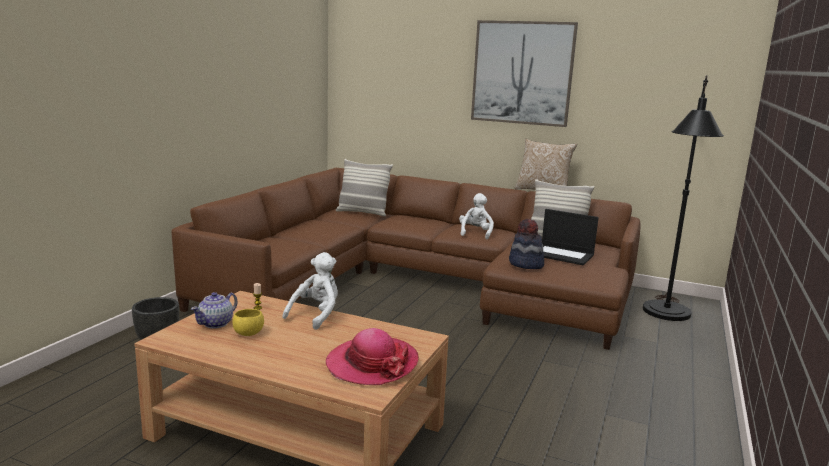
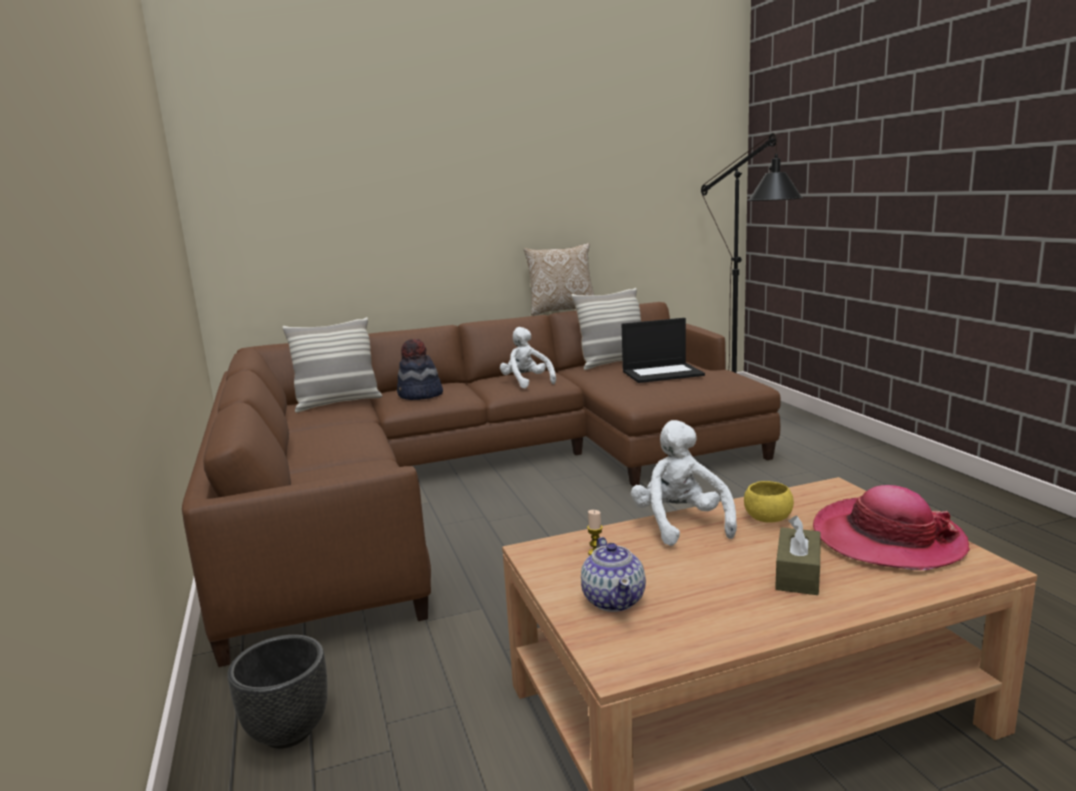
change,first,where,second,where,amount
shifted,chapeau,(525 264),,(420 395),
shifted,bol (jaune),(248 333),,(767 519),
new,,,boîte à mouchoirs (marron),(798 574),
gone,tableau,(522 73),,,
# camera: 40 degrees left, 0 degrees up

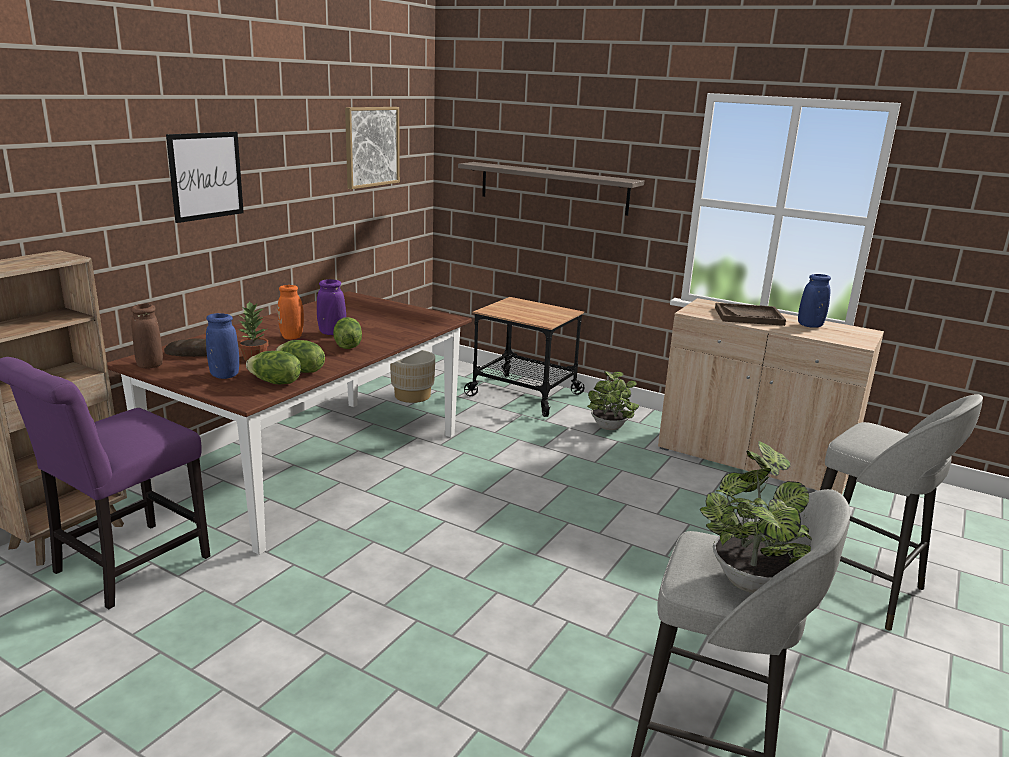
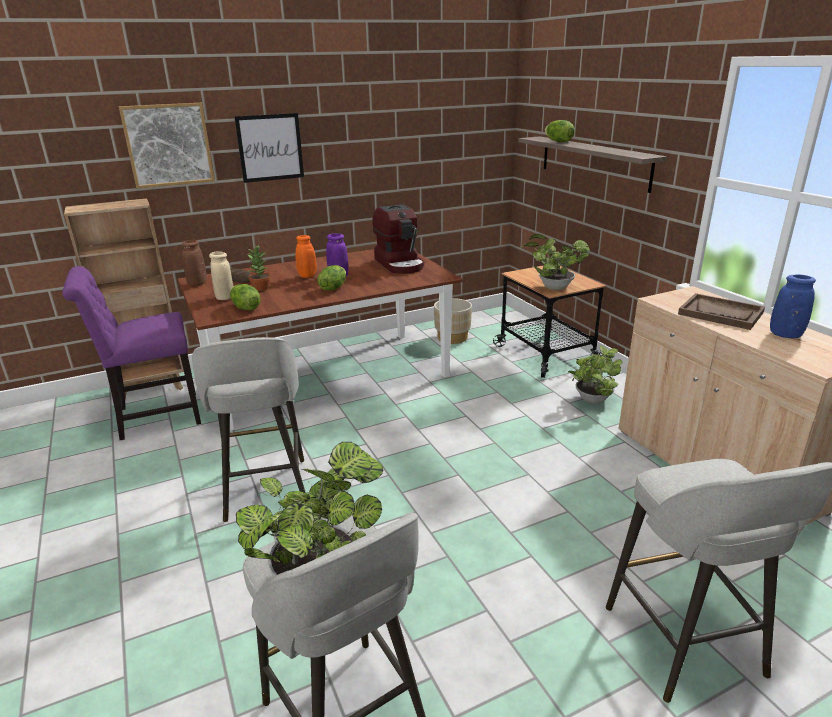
change,first,where,second,where,amount
shifted,tableau,(371 146),,(168 145),
new,,,tabouret (gris),(266 491),
repainted,vase (bleu),(224 375),vase (beige),(225 298),
new,,,machine à café,(400 264),
new,,,plante en pot,(552 287),
shifted,laitue,(301 370),,(558 142),
# camera: 35 degrees right, 5 degrees up

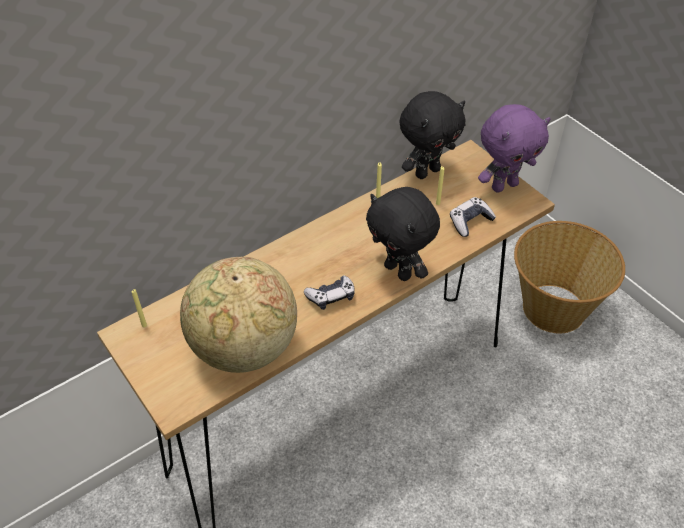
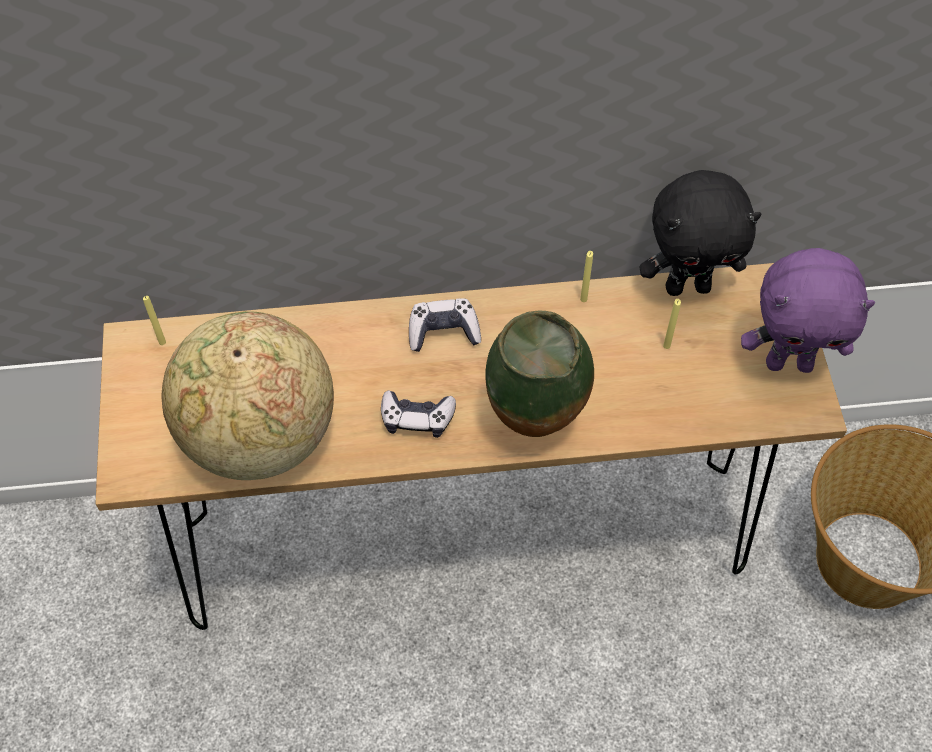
change,first,where,second,where,amount
shifted,manette,(470 221),,(443 331),
swapped,peluche (noir),(399 271),vase,(535 426),
# camera: 30 degrees right, 10 degrees up

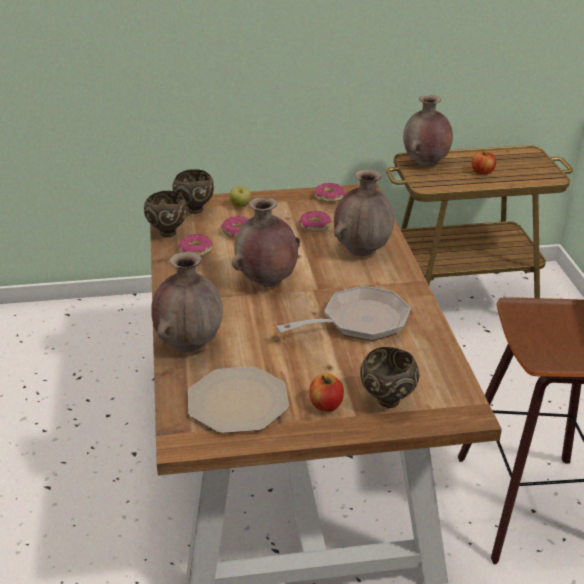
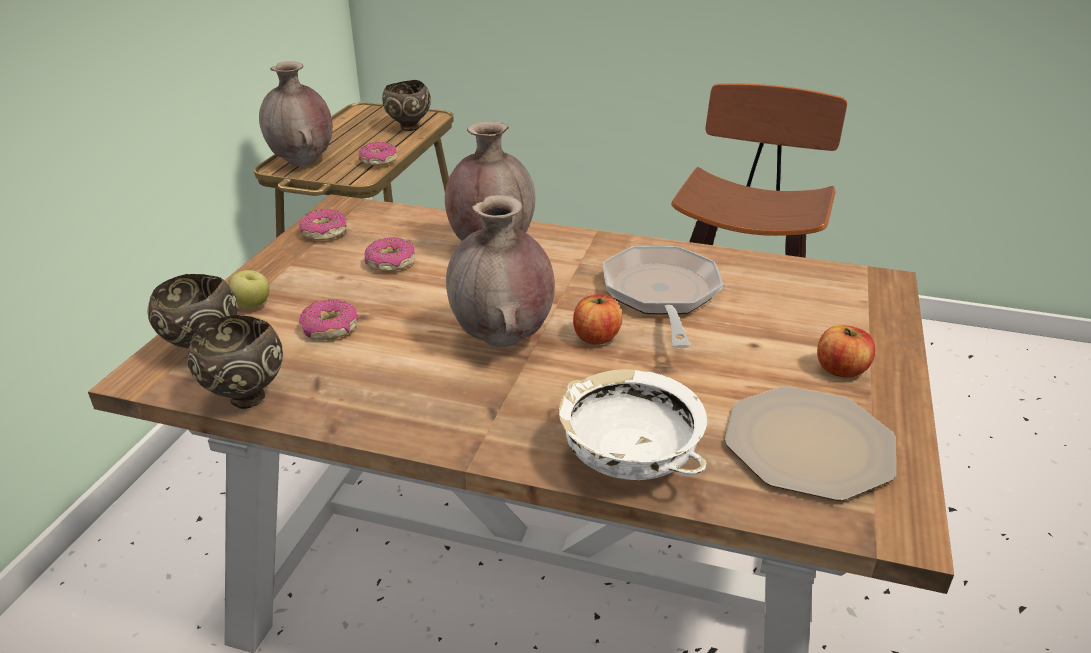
change,first,where,second,where,amount
shifted,beignet,(196 250),,(378 161),
shifted,bol (marron),(386 401),,(408 128),
swapped,vase (marron),(189 344),bol (blanc),(628 457),
shifted,pomme,(482 172),,(596 337),
# camera: 65 degrees left, 0 degrees up

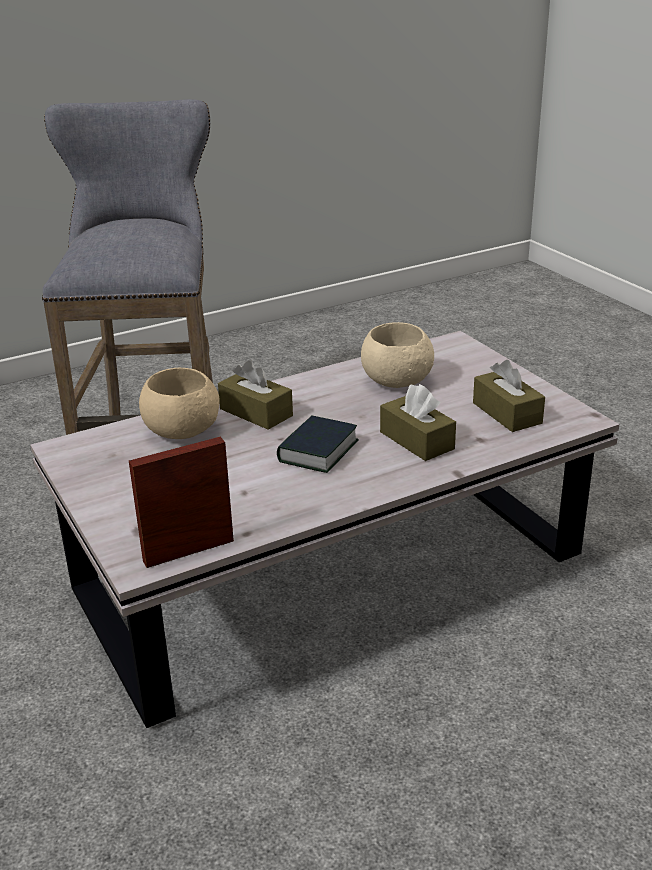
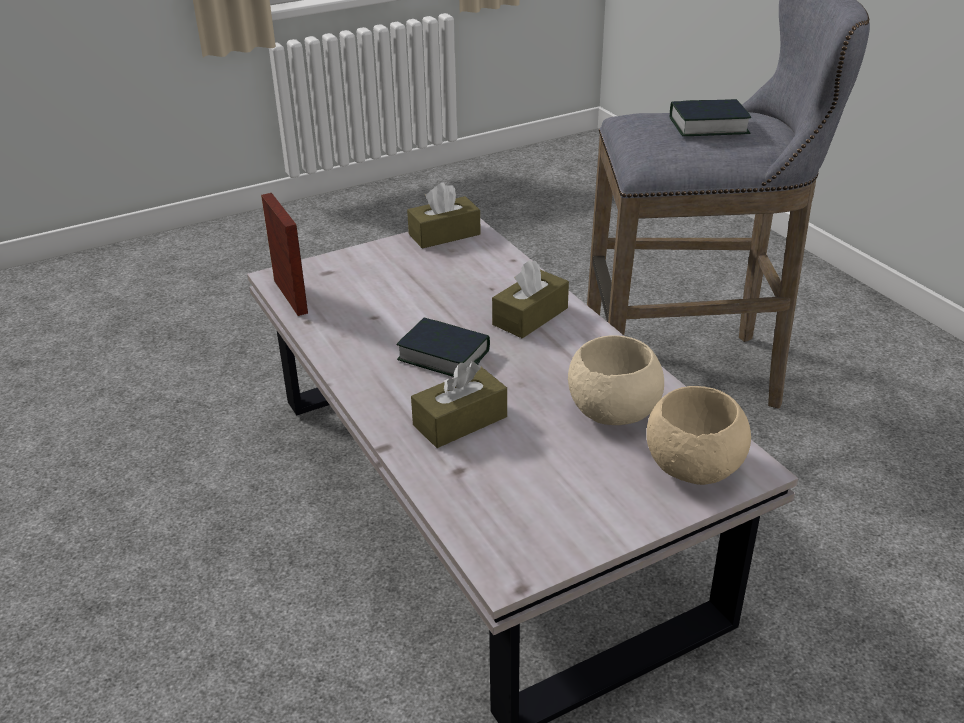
change,first,where,second,where,amount
shifted,boîte à mouchoirs (marron),(507 413),,(444 234),
shifted,bol (beige),(181 432),,(691 466),
new,,,livre,(708 126),
# camera: 90 degrees right, 5 degrees up

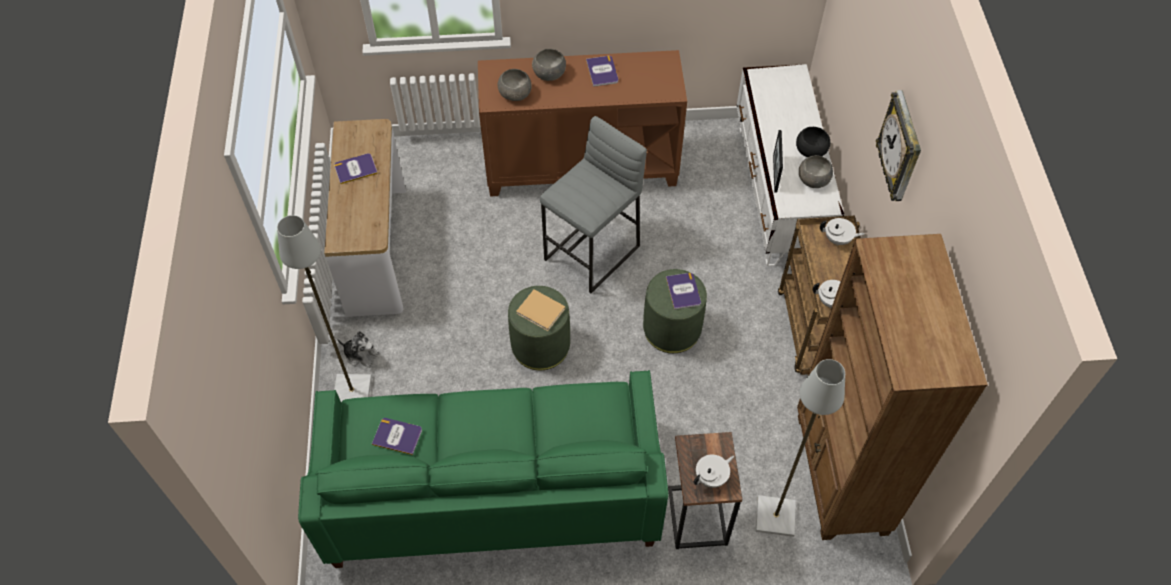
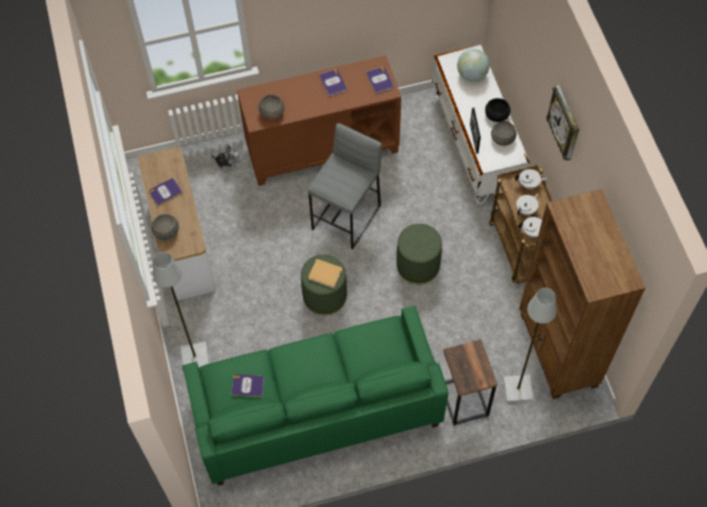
change,first,where,second,where,amount
shifted,bol (gris),(549 73),,(166 232),
shifted,peluche,(361 355),,(228 163),
shifted,livre,(683 291),,(379 80),
new,,,globe,(472 75),
shifted,théière (blanc),(712 477),,(526 210),
# camera: 10 degrees left, 5 degrees up

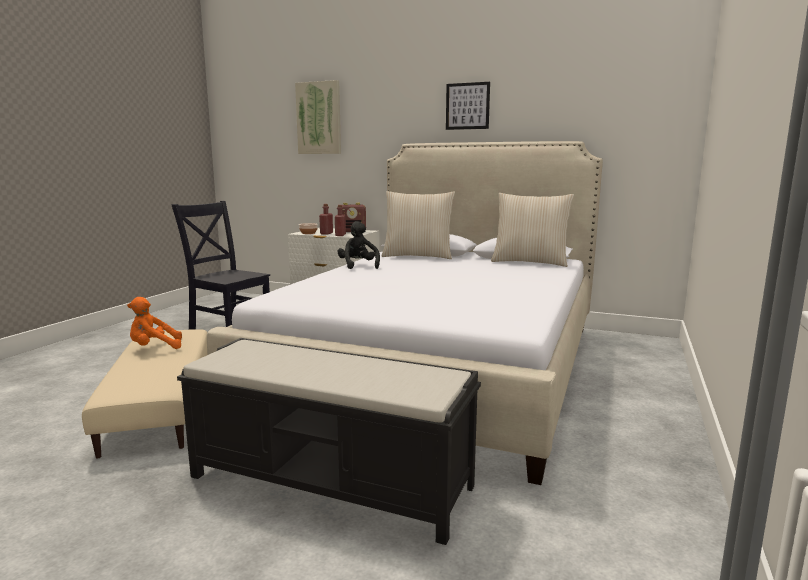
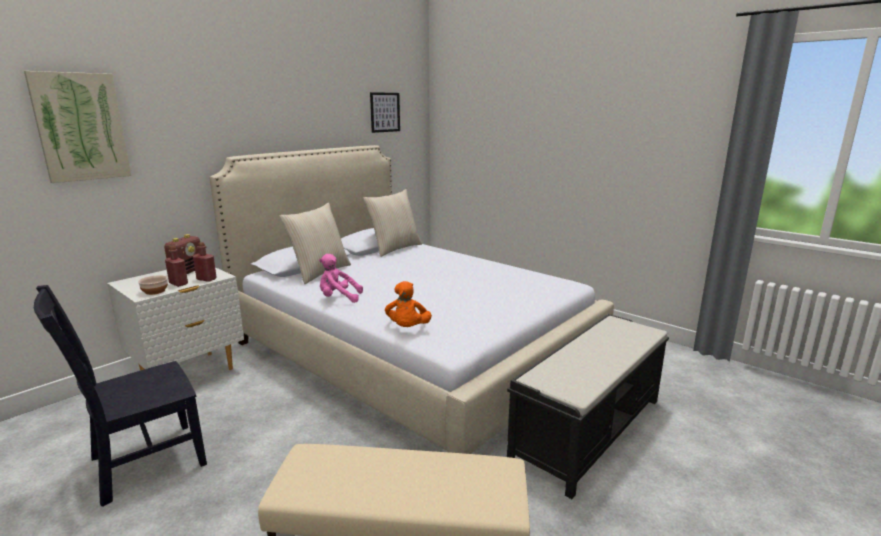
change,first,where,second,where,amount
repainted,peluche (noir),(358 266),peluche (rose),(338 298),
shifted,tableau,(467 106),,(385 112),
shifted,peluche (orange),(154 348),,(407 328),
# camera: 70 degrees left, 5 degrees up

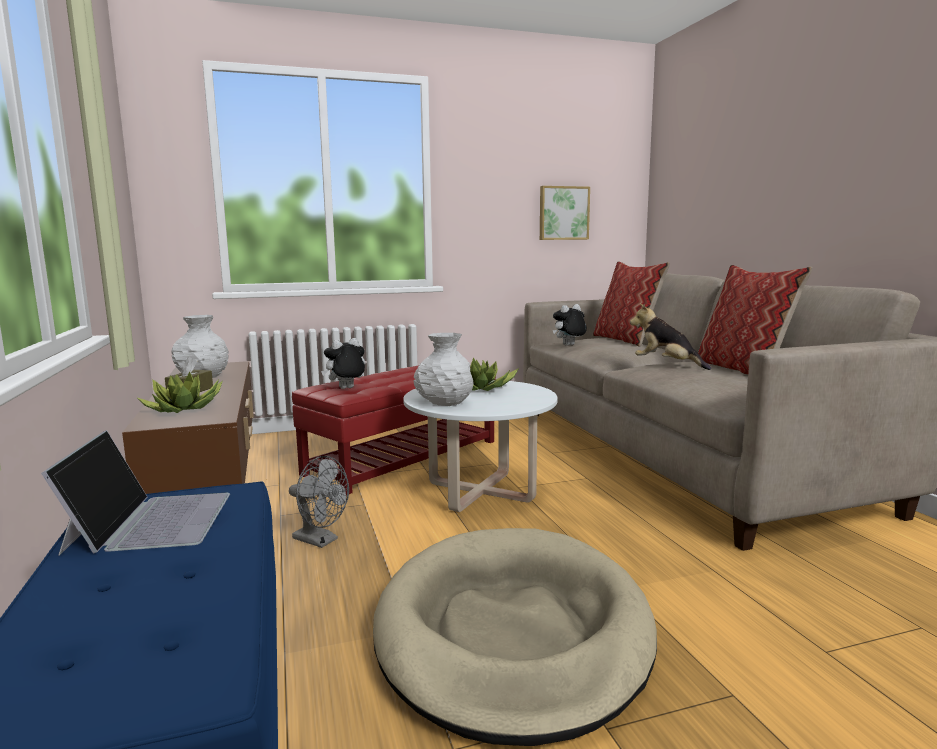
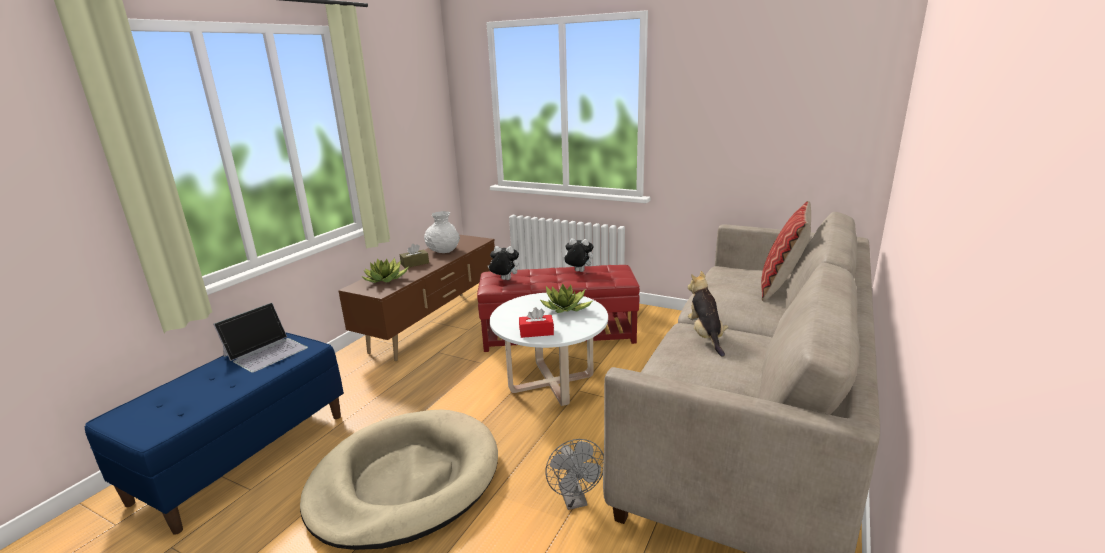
change,first,where,second,where,amount
new,,,boîte à mouchoirs (rouge),(536 332),
shifted,ventilateur (gris),(321 540),,(575 500),
shifted,peluche,(569 345),,(578 272),
gone,vase (blanc),(443 402),,,
gone,tableau,(563 213),,,
gone,coussin,(743 370),,,
# camera: 45 degrees right, 10 degrees up

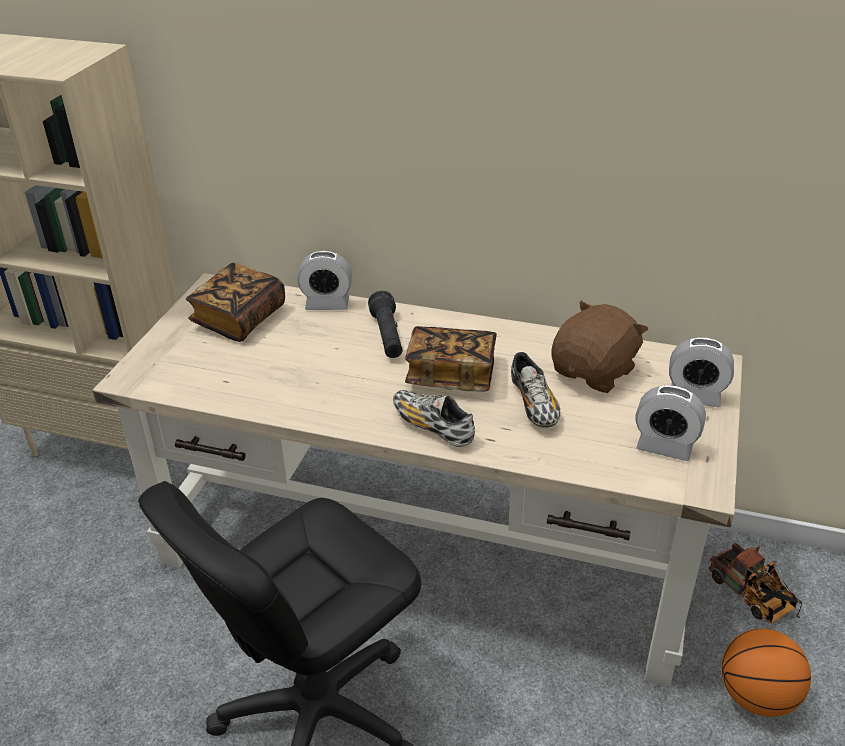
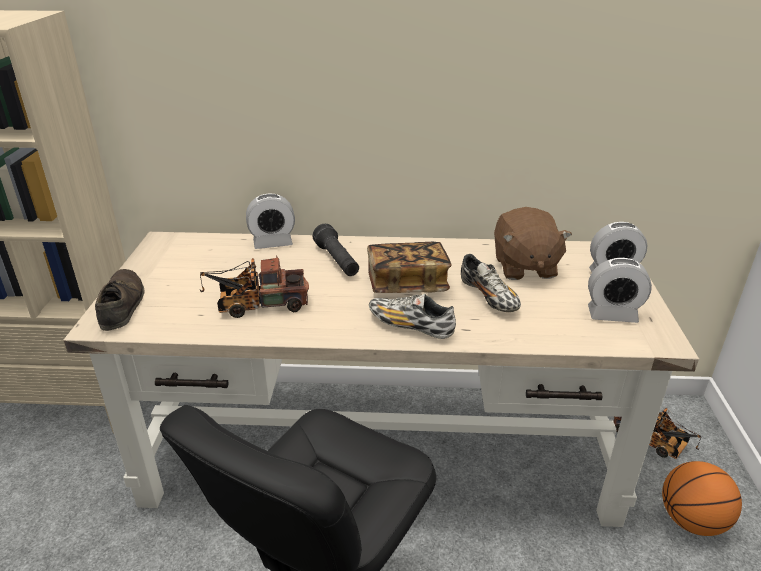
change,first,where,second,where,amount
new,,,chaussure (marron),(121 305),
new,,,camion jouet,(257 305),
rotated,peluche (marron),(595 372),,(524 267),150 degrees clockwise
gone,livre,(239 318),,,
# camera: 15 degrees left, 5 degrees down

